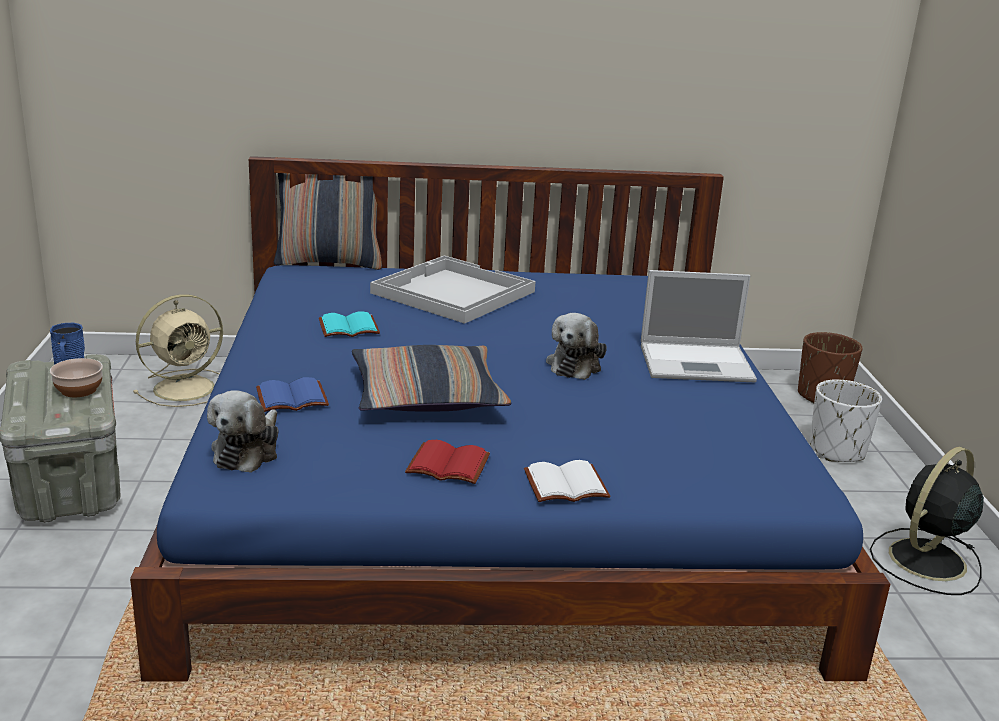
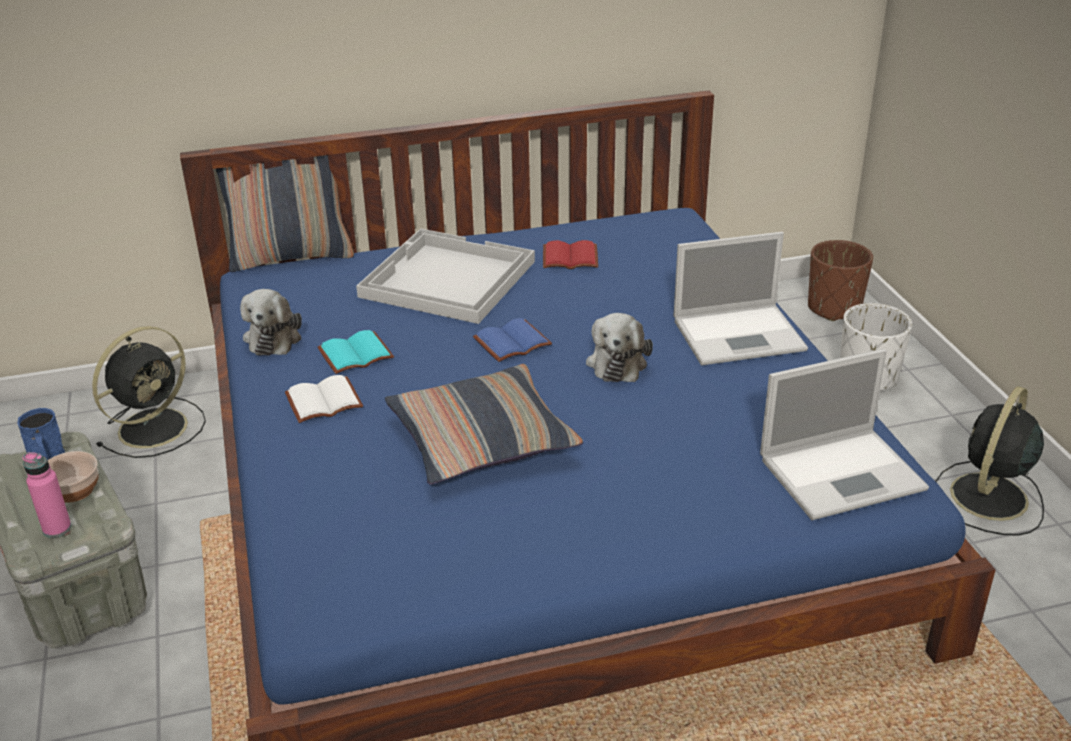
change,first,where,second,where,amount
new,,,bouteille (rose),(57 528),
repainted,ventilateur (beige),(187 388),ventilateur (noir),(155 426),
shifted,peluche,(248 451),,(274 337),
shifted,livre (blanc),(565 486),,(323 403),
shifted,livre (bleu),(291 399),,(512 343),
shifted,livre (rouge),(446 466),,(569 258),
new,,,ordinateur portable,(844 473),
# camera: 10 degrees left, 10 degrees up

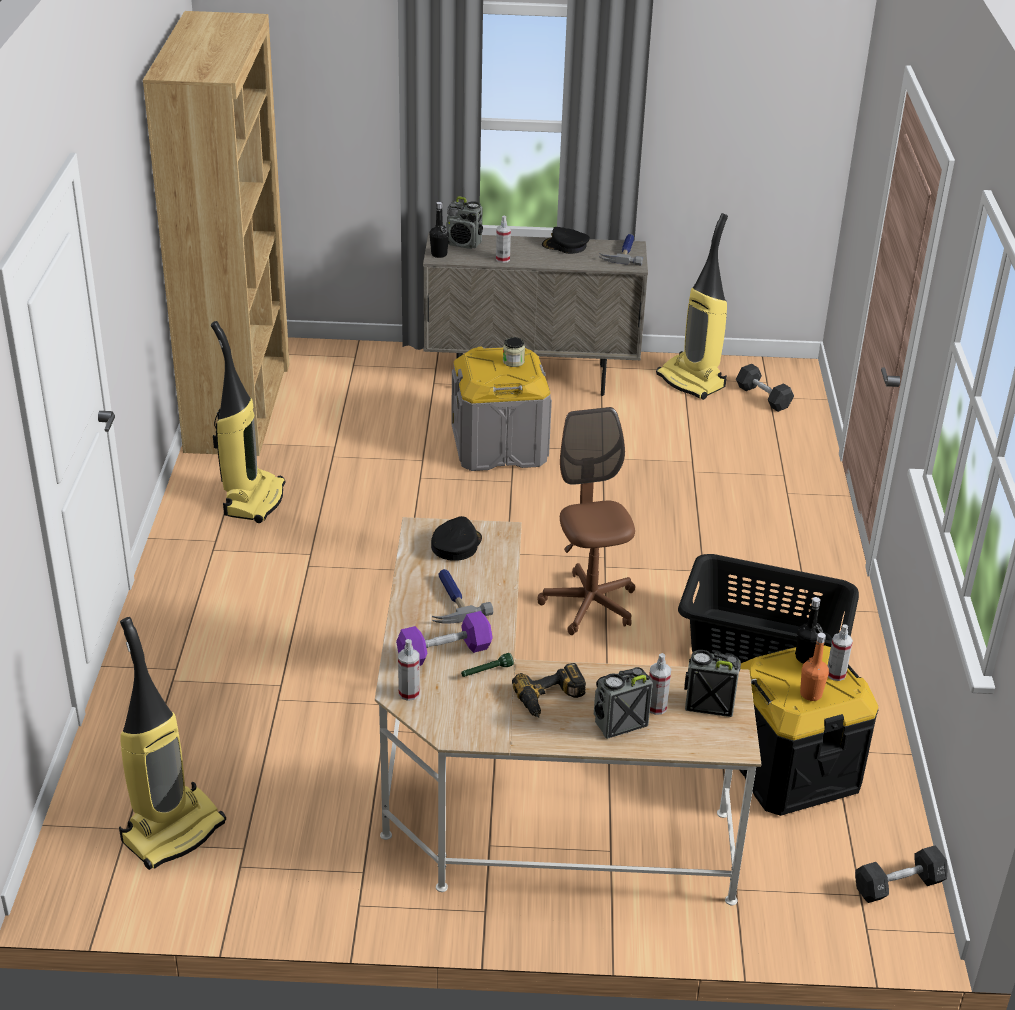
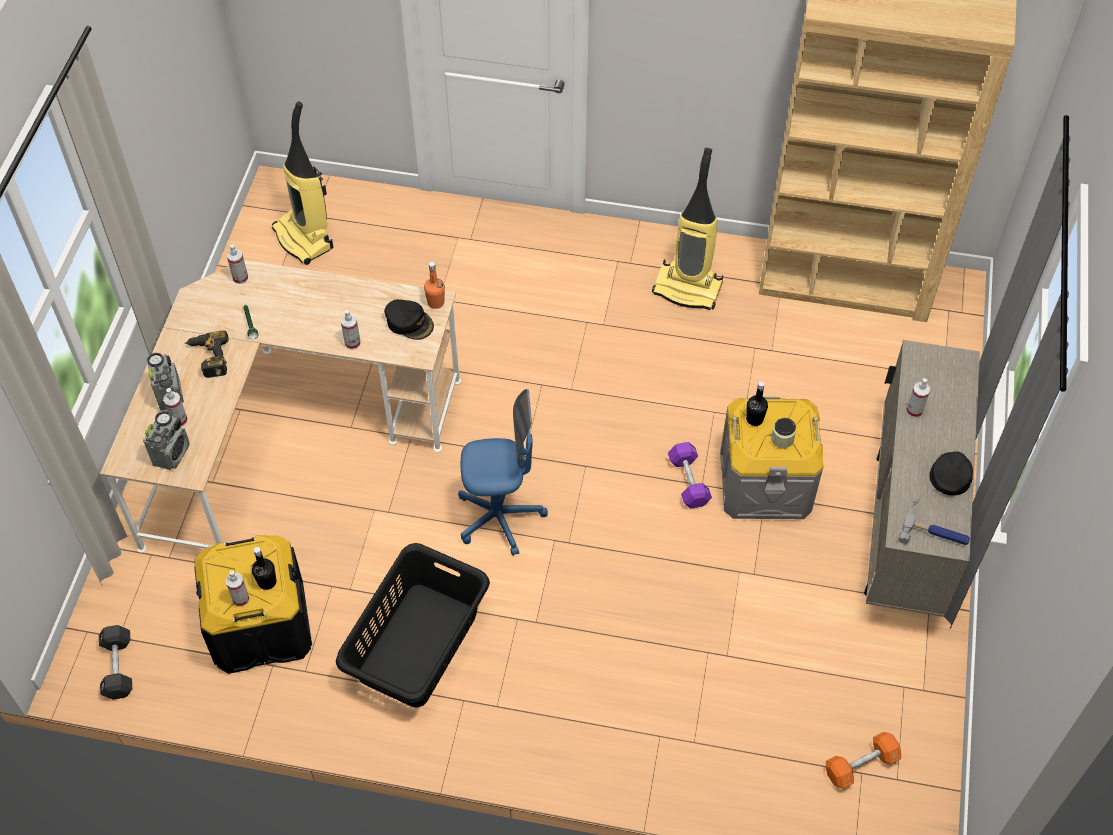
change,first,where,second,where,amount
new,,,vaporisateur,(352 343),
shifted,bouteille (orange),(811 694),,(435 302),
repainted,chaise de bureau (marron),(589 605),chaise de bureau (bleu),(500 517),
shifted,haltère (violet),(444 652),,(688 481),
shifted,bouteille (noir),(439 254),,(754 419),
repainted,haltère (noir),(763 397),haltère (orange),(861 765),
gone,marteau,(452 600),,,
gone,radio,(464 243),,,
gone,aspirateur,(692 381),,,
# camera: 100 degrees right, 20 degrees up

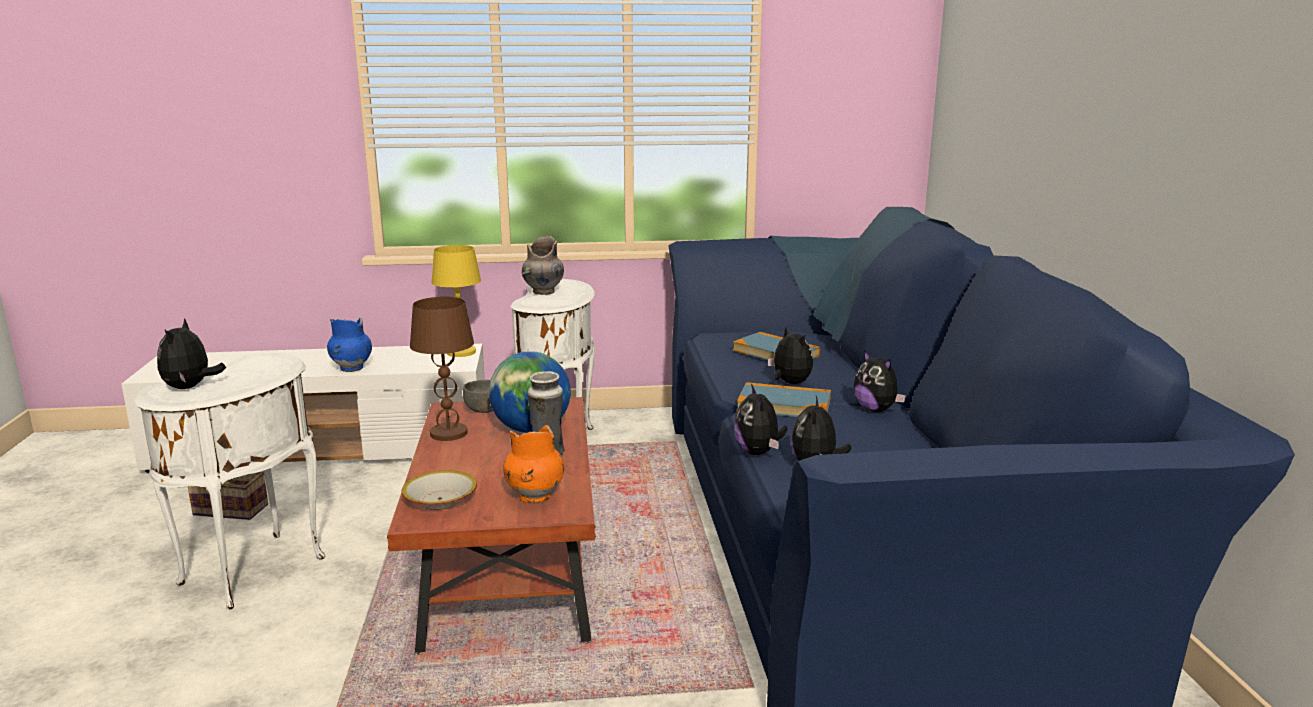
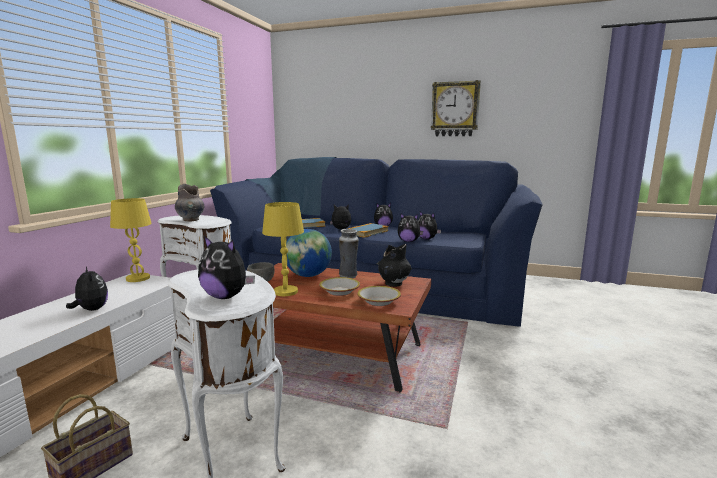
change,first,where,second,where,amount
swapped,vase (bleu),(352 368),peluche,(91 310),
repainted,lampe de table (marron),(449 433),lampe de table (jaune),(285 291),
new,,,bol,(339 291),
repainted,vase (orange),(535 496),vase (noir),(393 284),
new,,,horloge murale,(455 109),
# camera: 65 degrees left, 5 degrees down

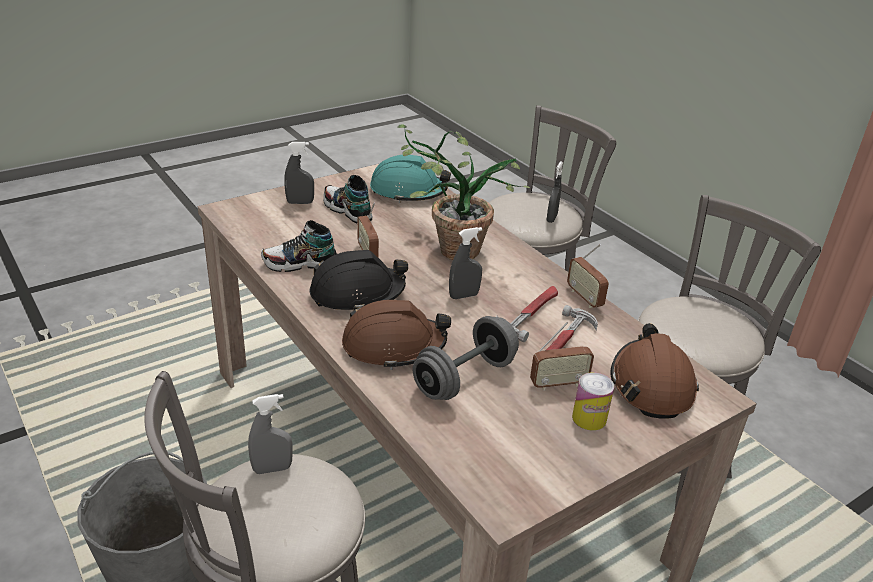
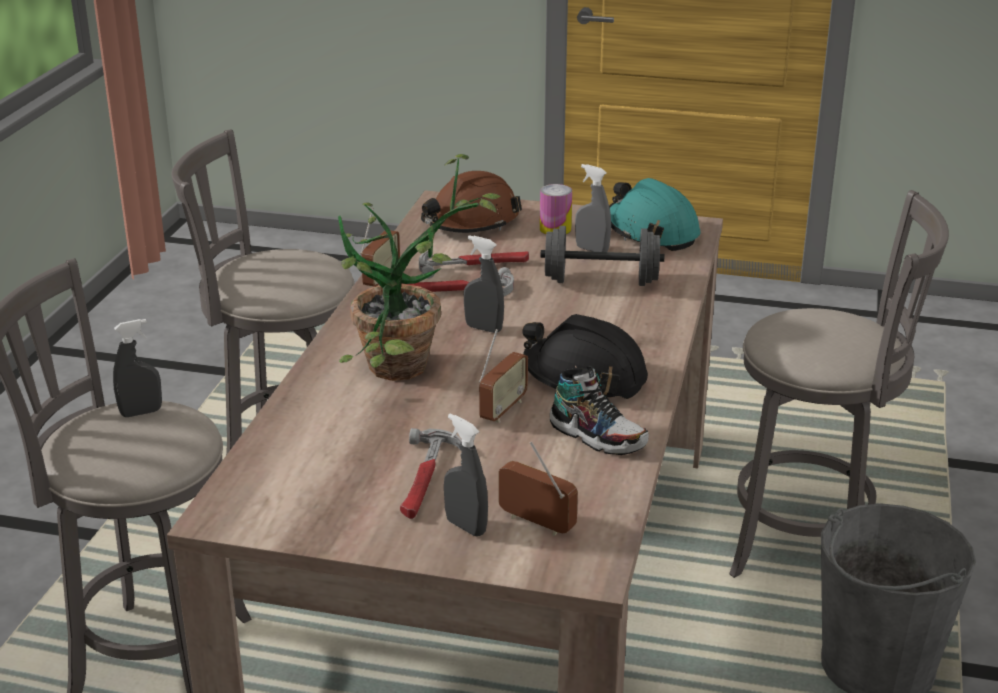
change,first,where,second,where,amount
swapped,chaussure,(347 211),marteau,(426 479),
shifted,radio,(558 384),,(536 523),
shifted,vaporisateur (gris),(272 469),,(592 250),
shifted,casque de chantier (turquoise),(408 191),,(651 232),
gone,casque de chantier (marron),(393 346),,,
# camera: 130 degrees left, 5 degrees down

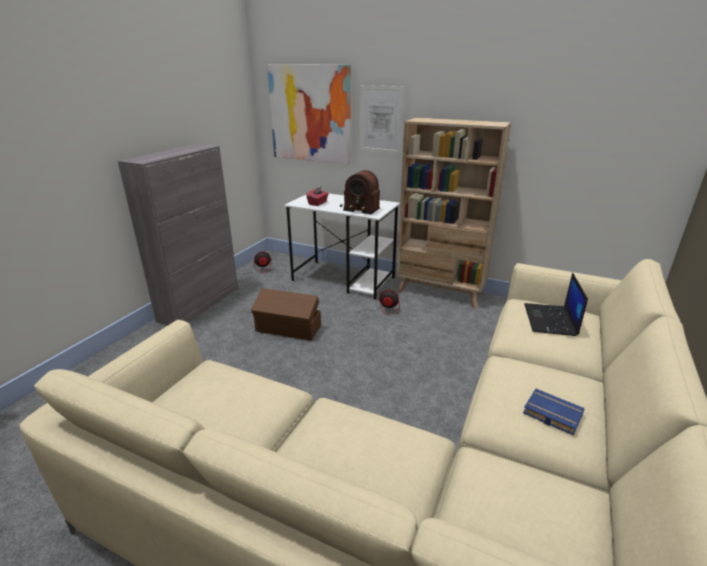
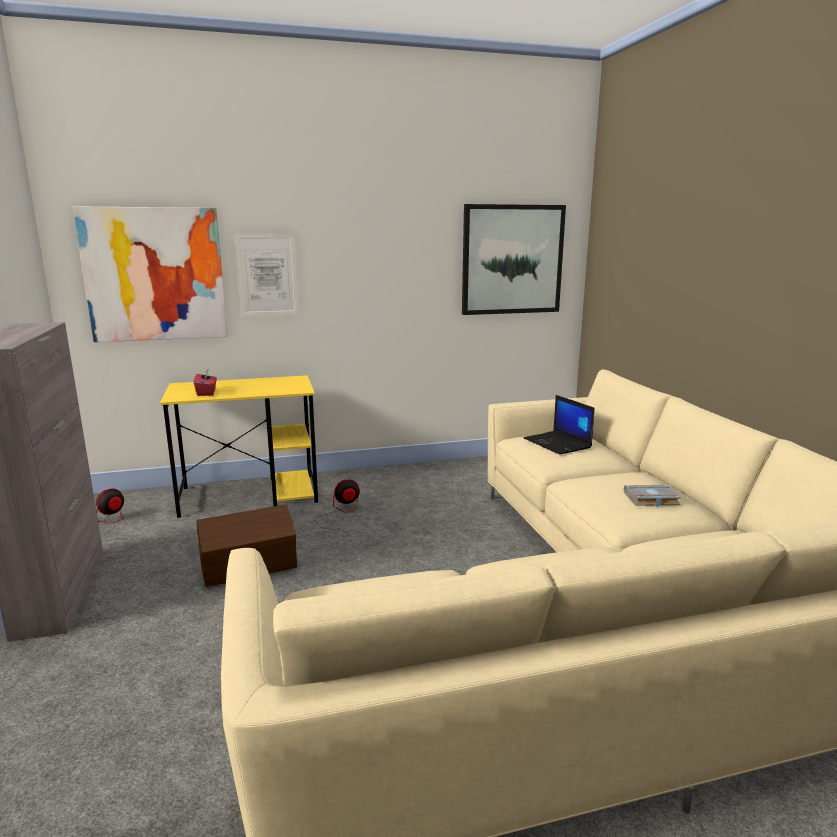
change,first,where,second,where,amount
repainted,bureau (blanc),(344 279),bureau (jaune),(250 495),
new,,,tableau,(512 260),
repainted,livre (bleu),(550 414),livre (gris),(650 499),
gone,radio,(359 207),,,
gone,bibliothèque (beige),(440 292),,,
# camera: 40 degrees left, 10 degrees down

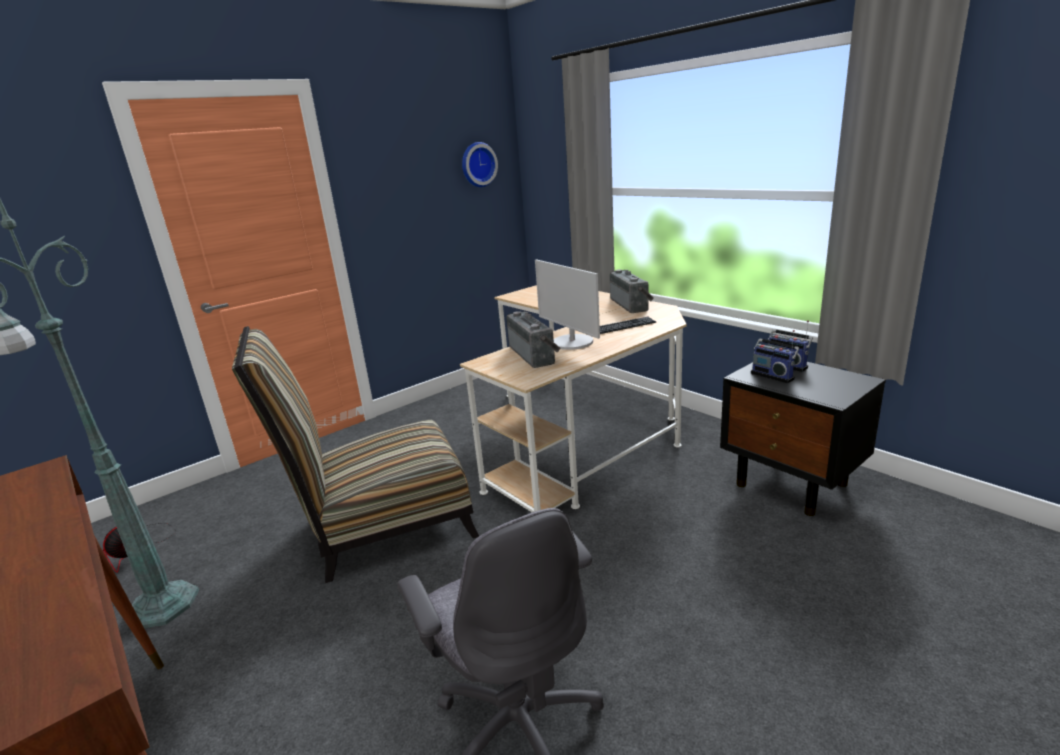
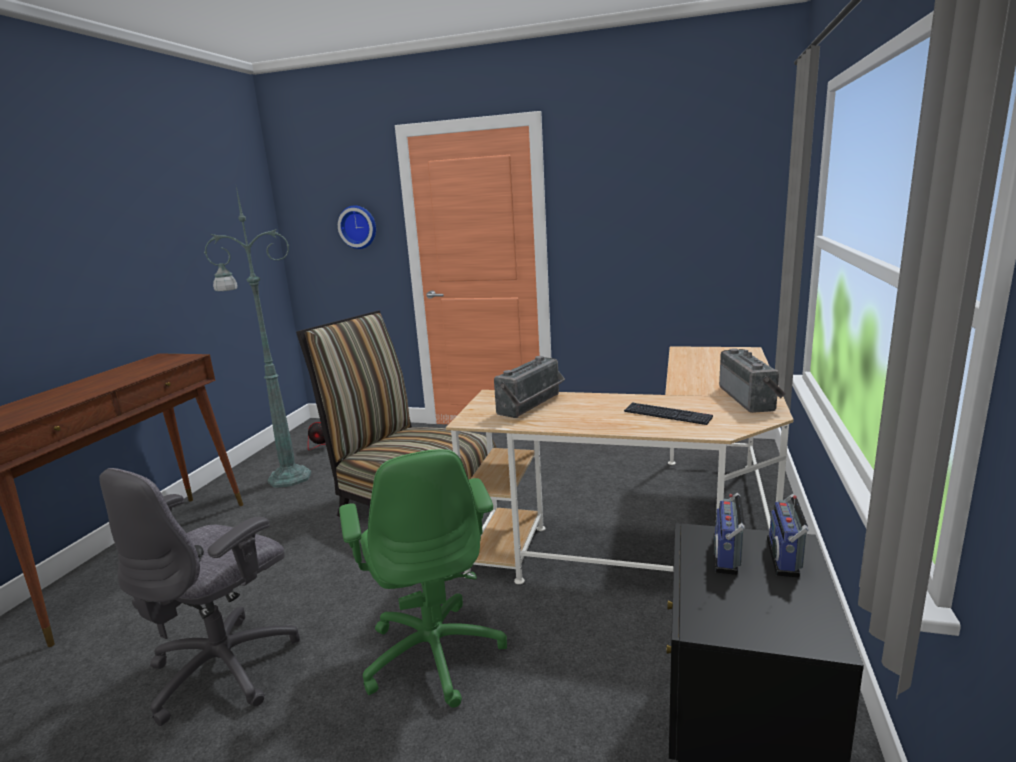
change,first,where,second,where,amount
shifted,horloge murale,(477 164),,(358 227),
new,,,chaise de bureau (vert),(434 652),
rotated,radio,(632 305),,(750 398),45 degrees counterclockwise
gone,écran d'ordinateur,(572 342),,,
# camera: 55 degrees right, 5 degrees down

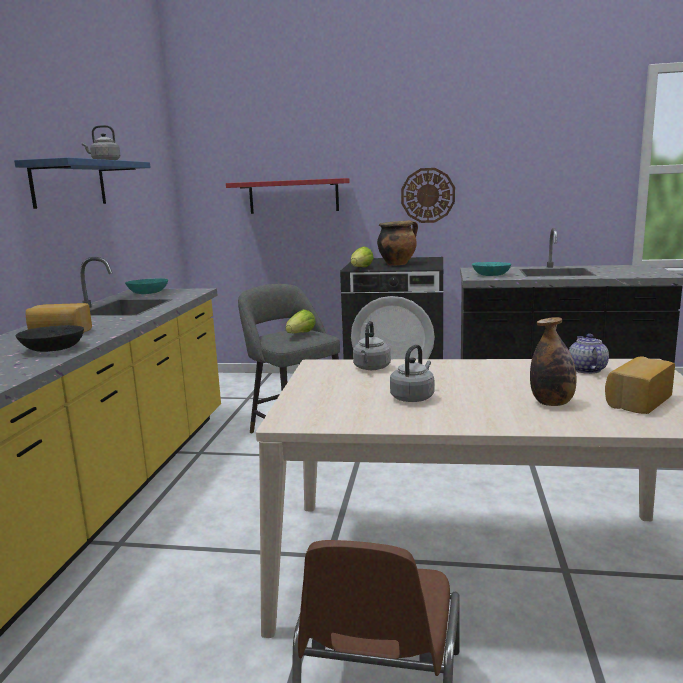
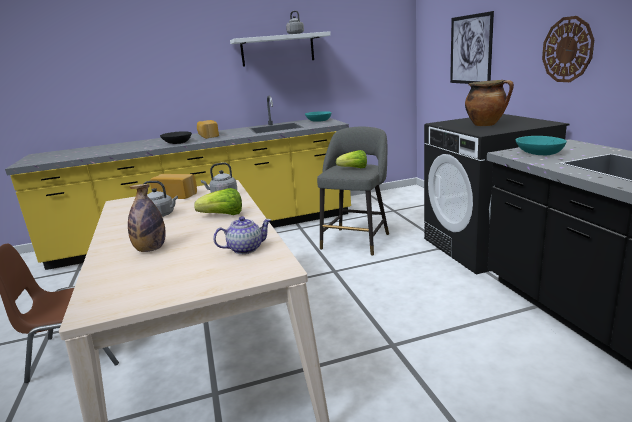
change,first,where,second,where,amount
shifted,pain,(636 401),,(176 195),
shifted,laitue,(361 268),,(223 215),
repainted,étagère (bleu),(69 184),étagère (blanc),(277 50),
swapped,étagère (rouge),(293 196),tableau,(470 50),
# camera: 65 degrees right, 5 degrees up

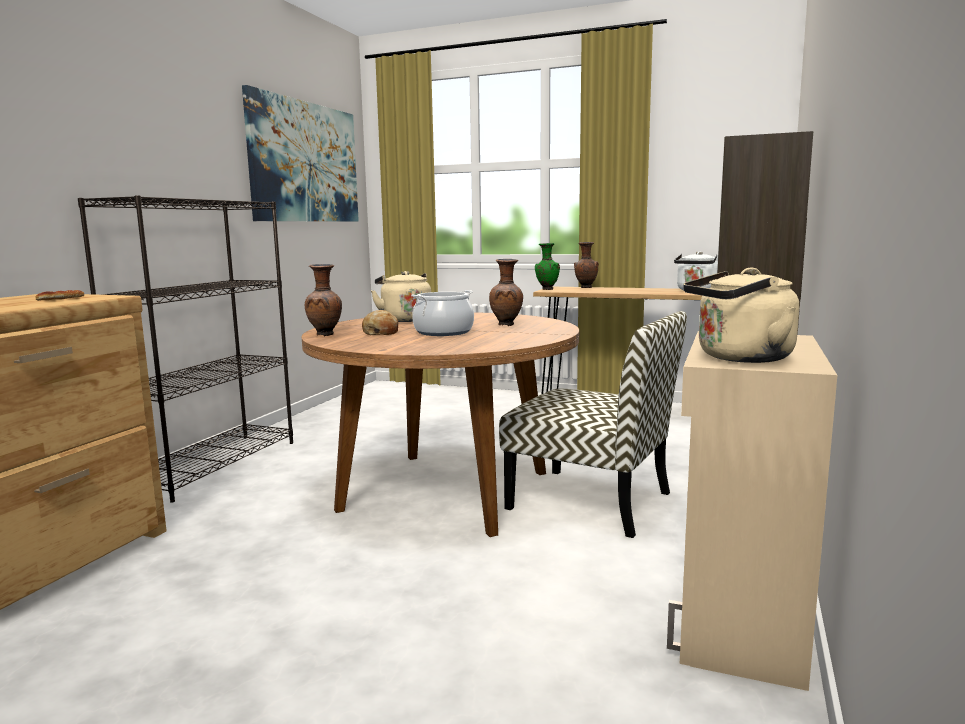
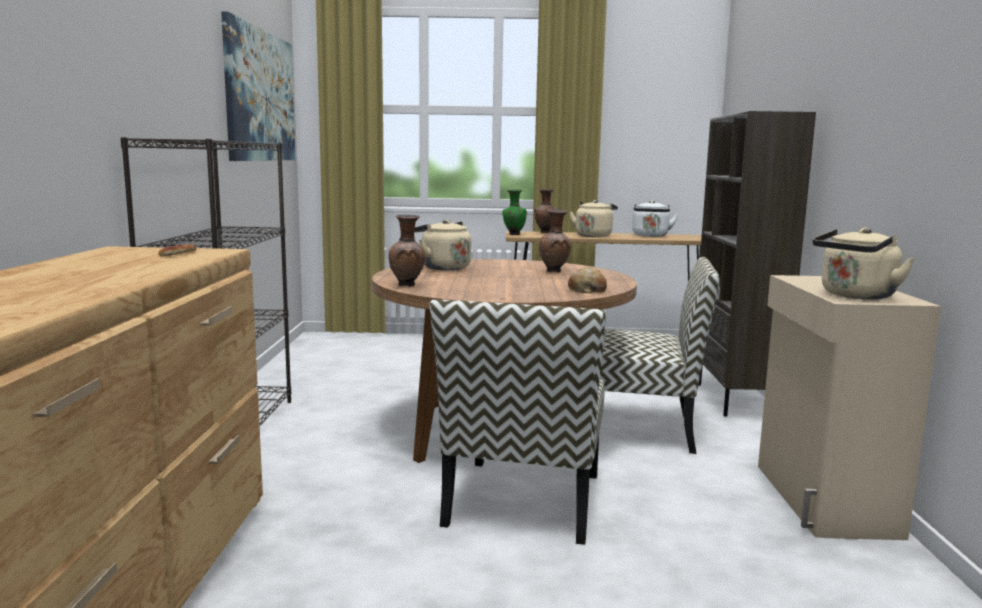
change,first,where,second,where,amount
new,,,chaise,(524 501),
shifted,pain,(381 332),,(586 290),
new,,,bouilloire (beige),(593 236),
gone,marmite,(444 332),,,
# camera: 20 degrees left, 0 degrees up

